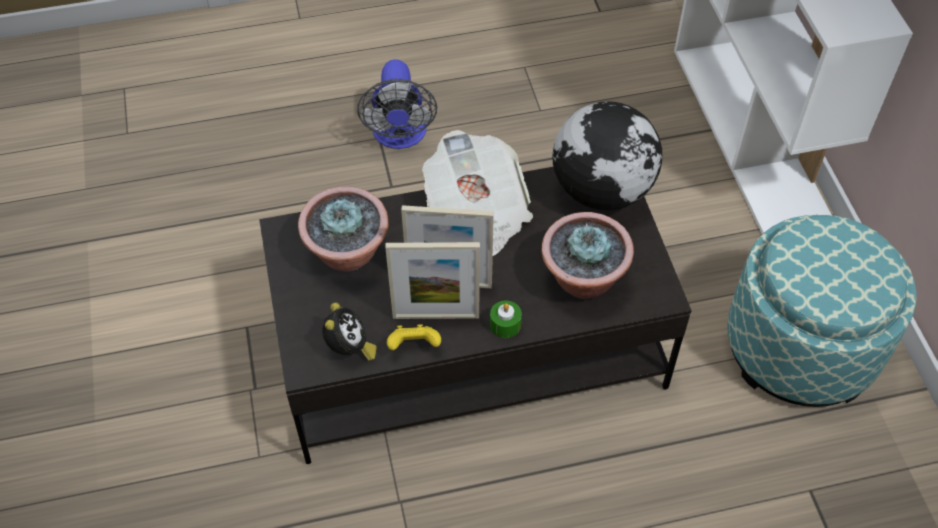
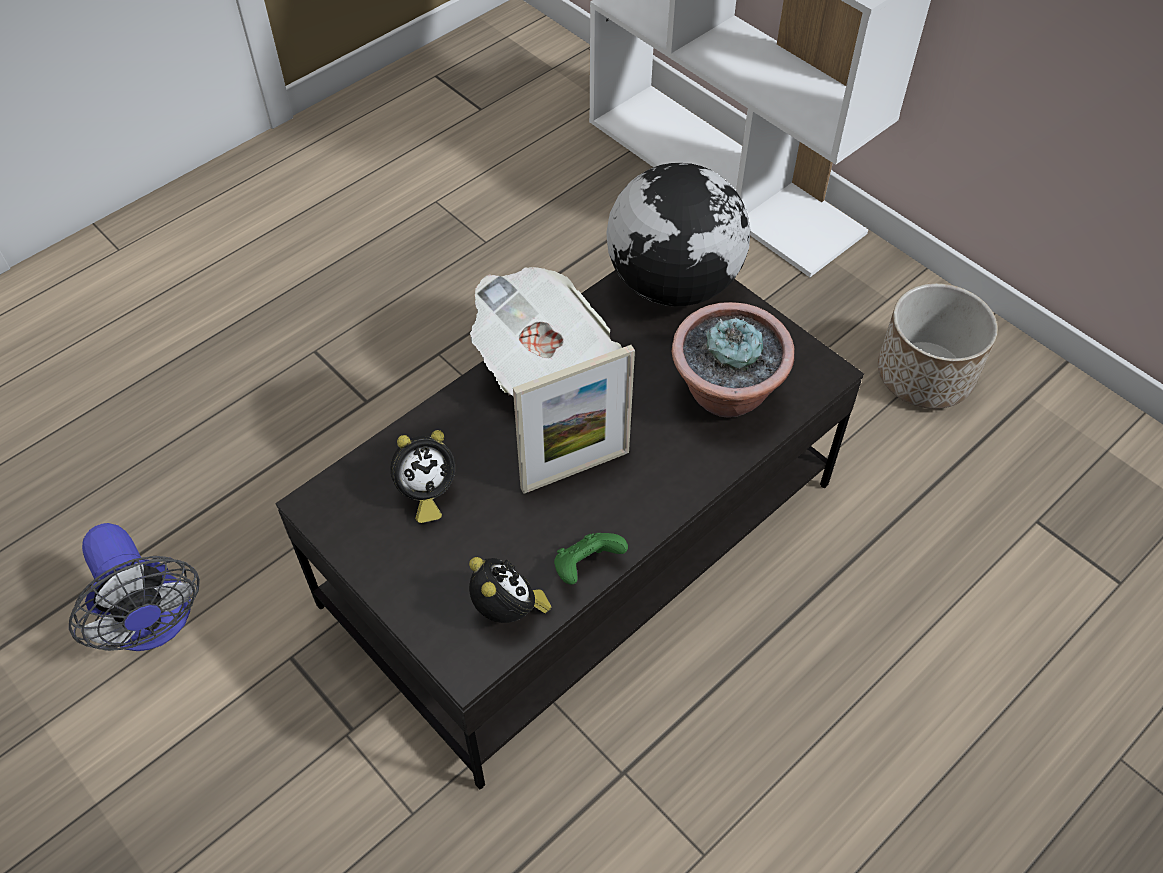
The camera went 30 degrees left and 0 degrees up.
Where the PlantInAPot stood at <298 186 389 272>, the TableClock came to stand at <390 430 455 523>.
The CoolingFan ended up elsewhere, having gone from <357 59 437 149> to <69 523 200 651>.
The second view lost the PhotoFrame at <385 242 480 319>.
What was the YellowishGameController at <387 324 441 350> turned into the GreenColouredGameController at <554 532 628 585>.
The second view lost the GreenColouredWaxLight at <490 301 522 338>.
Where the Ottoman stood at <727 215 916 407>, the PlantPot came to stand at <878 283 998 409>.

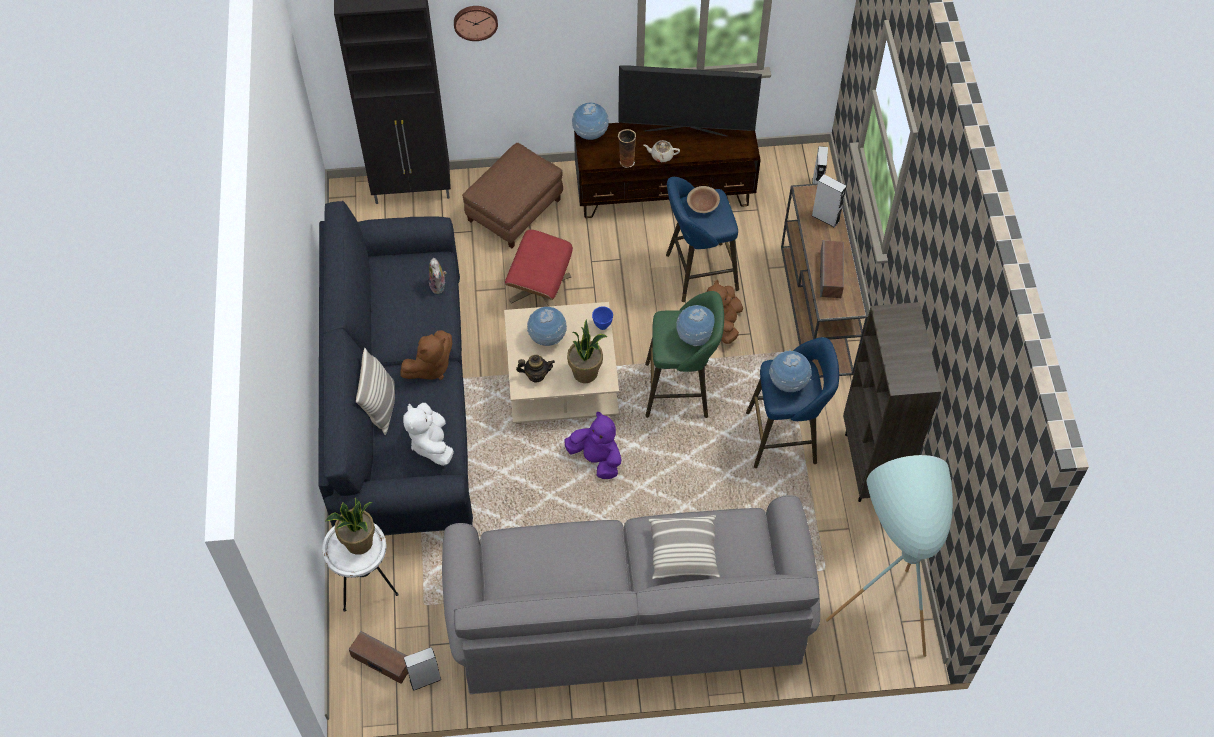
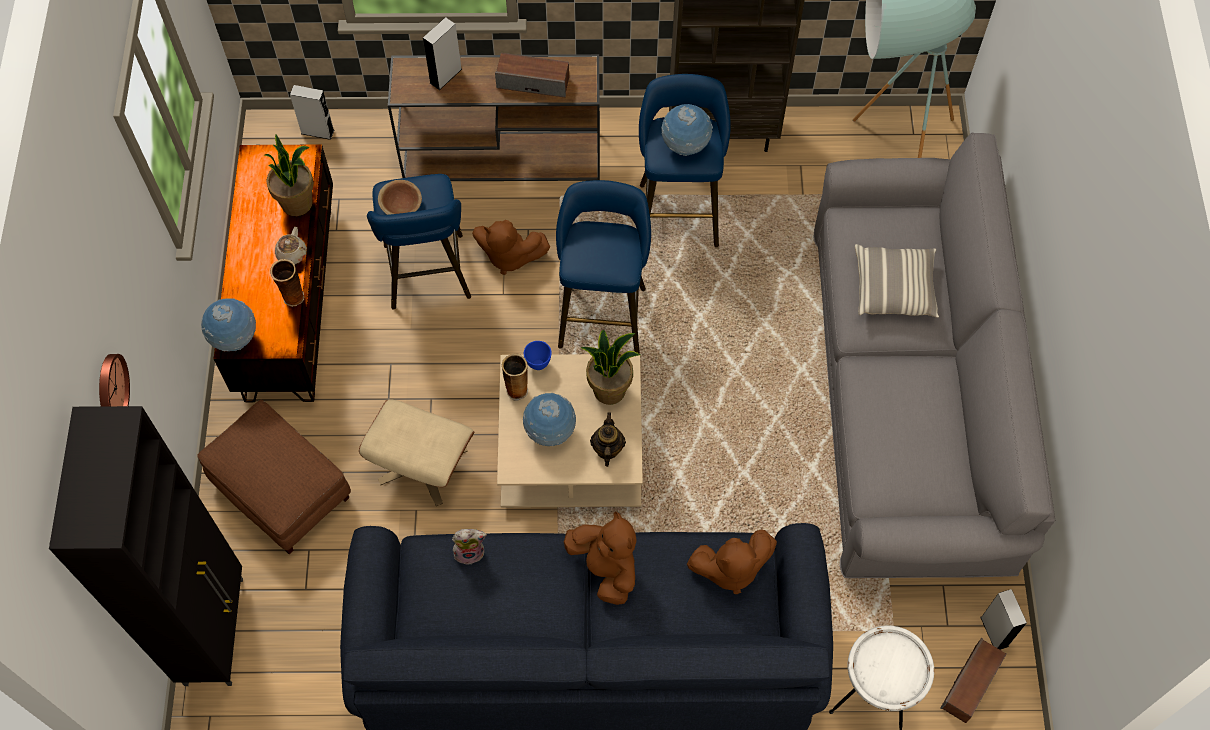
The camera went 85 degrees left and 5 degrees up.
The PlantInAPot ended up elsewhere, having gone from <325 497 375 555> to <264 134 314 216>.
The second view lost the Pillow at <356 348 395 435>.
What was the WhitePlushToy at <403 403 454 466> turned into the BrownPlushToy at <687 529 777 594>.
What was the ReddishOttoman at <505 229 573 306> turned into the SandColouredOttoman at <359 399 474 506>.
The second view lost the PurplishPlushToy at <564 411 622 479>.
The second view lost the Tv at <618 65 762 136>.
What was the GreenColouredStool at <645 291 724 418> turned into the BluishStool at <556 180 651 354>.
The second view lost the WorldGlobe at <676 305 714 346>.
The second view gained the FlowerVase at <502 354 528 401>.

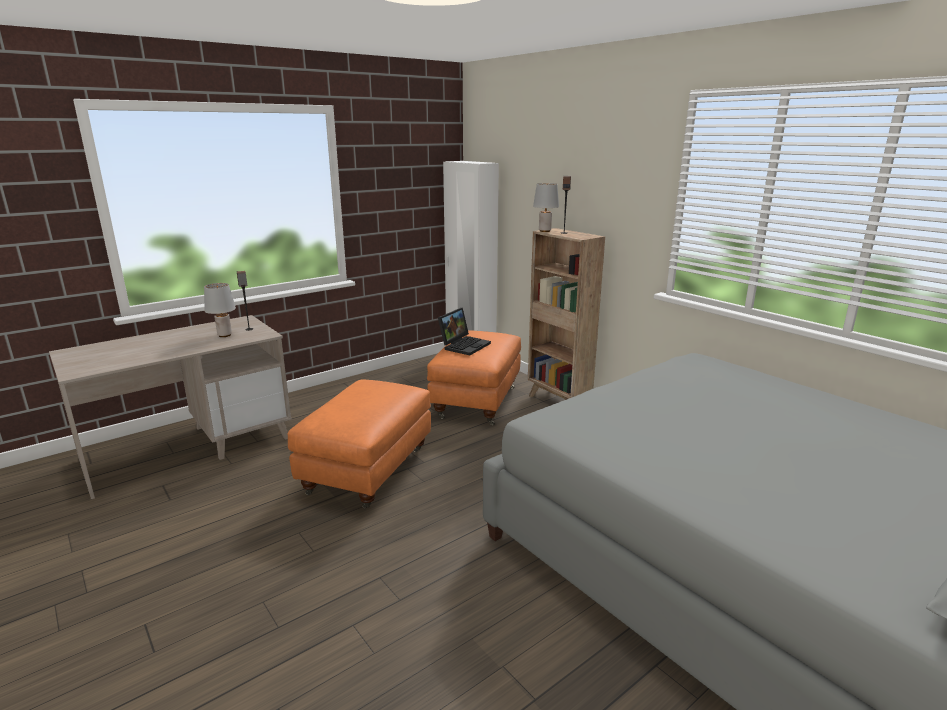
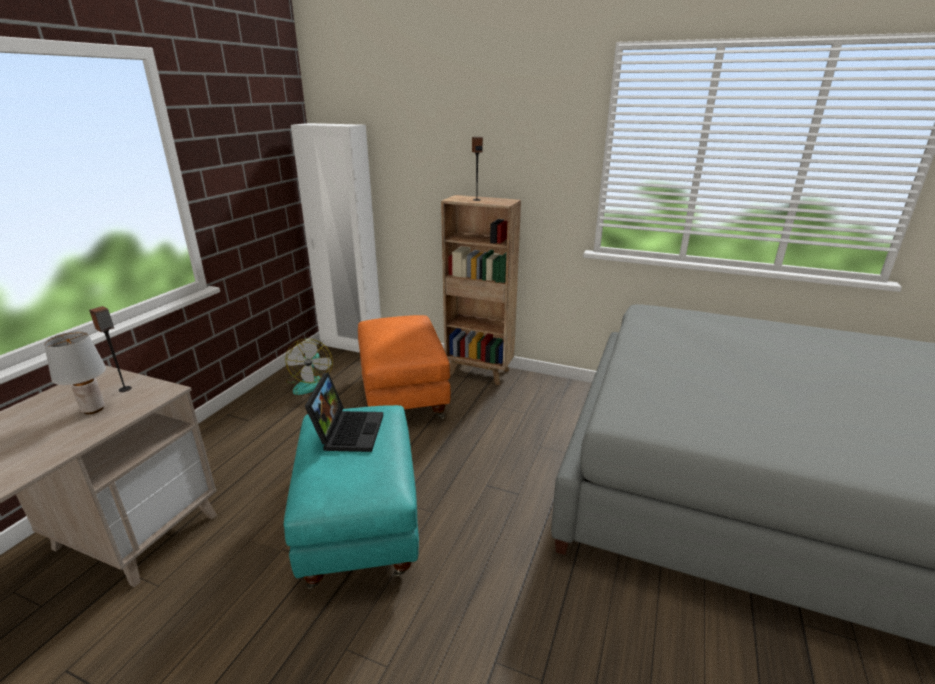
The camera went 30 degrees left and 5 degrees up.
What was the OrangeOttoman at <288 380 431 508> turned into the BlueGreenOttoman at <284 405 419 589>.
The Laptop ended up elsewhere, having gone from <438 308 491 355> to <305 373 383 452>.
The second view lost the GreyLampForATable at <533 183 559 232>.
The second view gained the CoolingFan at <285 339 333 395>.

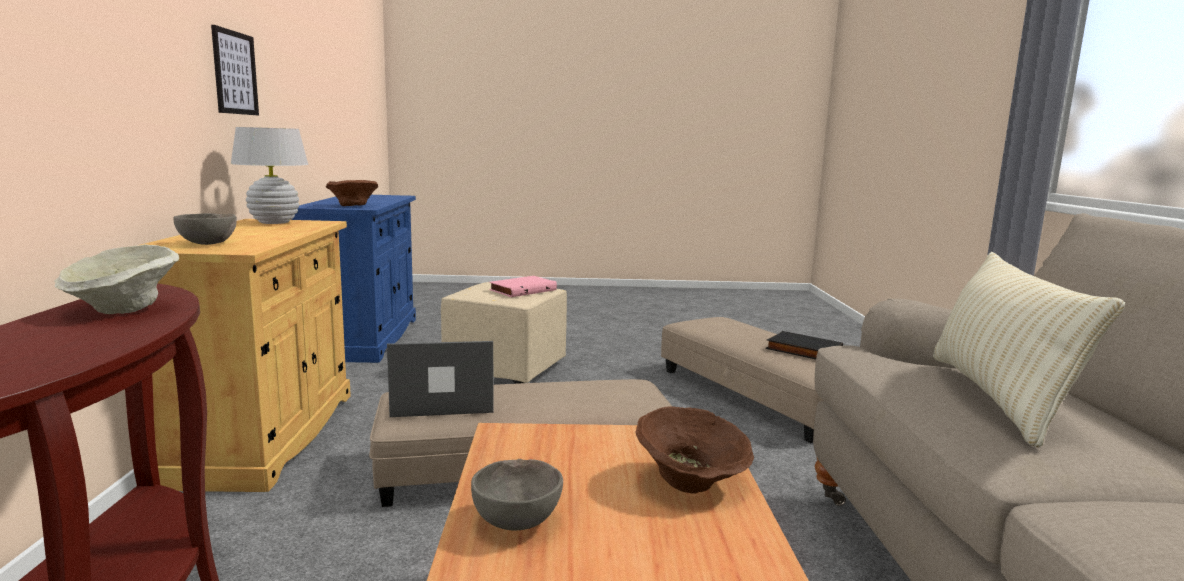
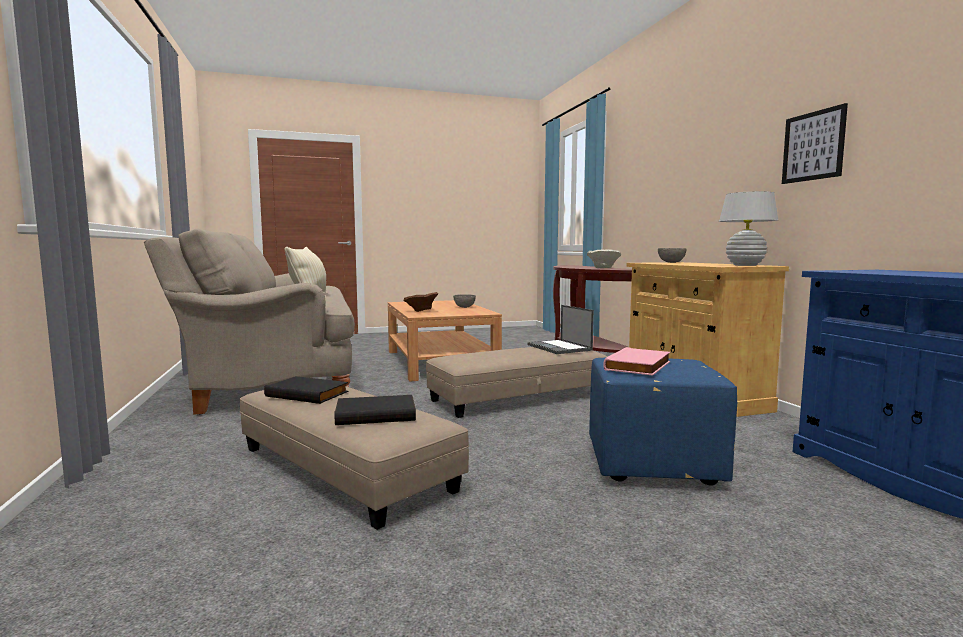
The camera went 165 degrees right and 5 degrees down.
The second view lost the BrownBowl at <326 180 378 206>.
The Laptop at <387 341 493 417> ended up facing another way, 90 degrees clockwise from before.
What was the SandColouredOttoman at <441 282 567 384> turned into the BluishOttoman at <589 358 737 486>.
The second view gained the BlackBook at <334 395 416 425>.

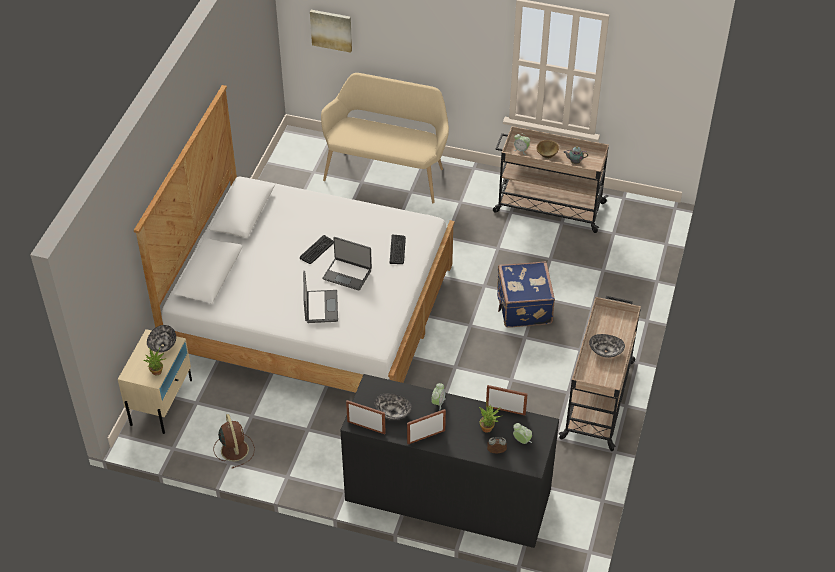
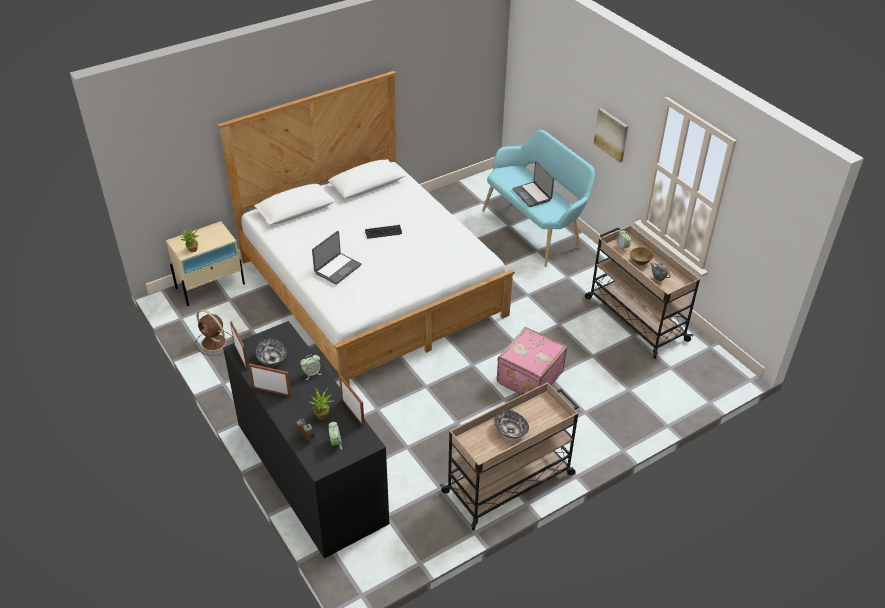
The camera went 40 degrees right and 5 degrees down.
The second view lost the Bowl at <147 325 176 352>.
The BrownCoolingFan at <213 414 255 468> ended up facing another way, 105 degrees clockwise from before.
The WallPicture ended up elsewhere, having gone from <310 10 352 53> to <594 108 628 163>.
What was the SandColouredIndoorBench at <321 73 449 203> turned into the BlueGreenIndoorBench at <482 130 595 267>.
The Laptop ended up elsewhere, having gone from <322 237 372 291> to <512 161 554 207>.
The second view lost the Keyboard at <390 235 406 264>.
What was the BluishPieceOfLuggage at <496 261 555 328> turned into the PinkPieceOfLuggage at <497 327 567 395>.

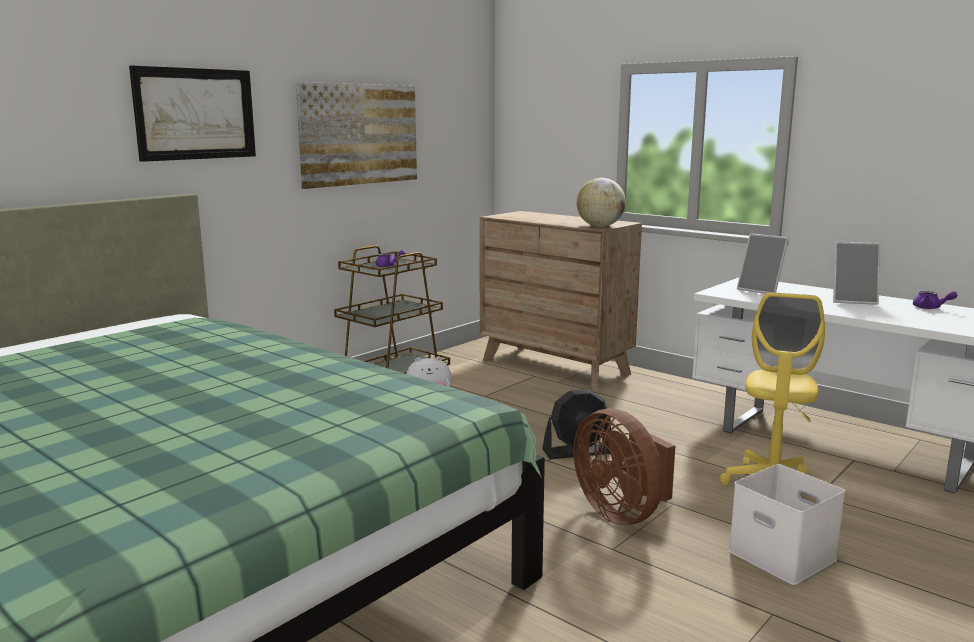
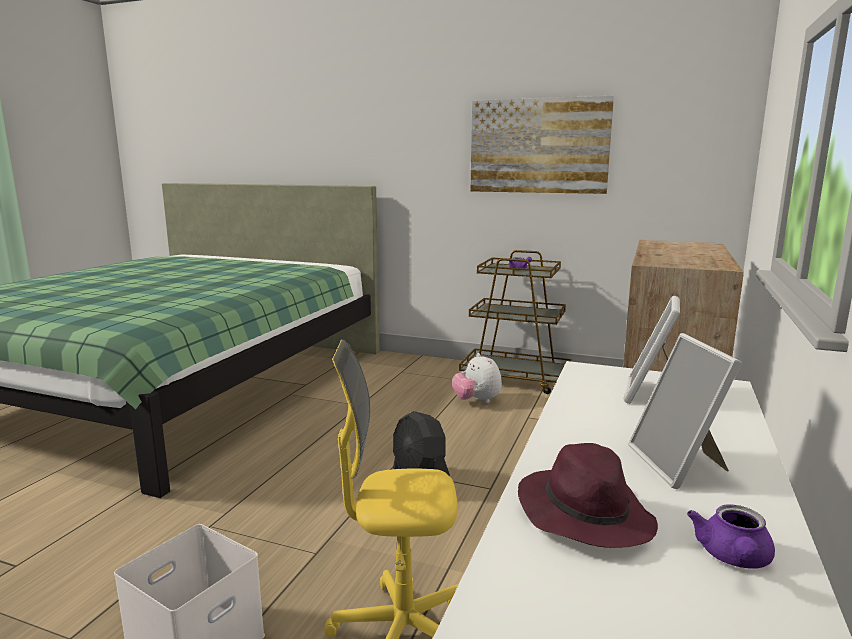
The camera went 70 degrees right and 0 degrees up.
The second view lost the WallPicture at <129 66 256 162>.
The second view lost the BrownCoolingFan at <573 408 675 525>.
The second view lost the WorldGlobe at <577 178 626 227>.
The second view gained the PurplishWearableHat at <518 443 658 548>.

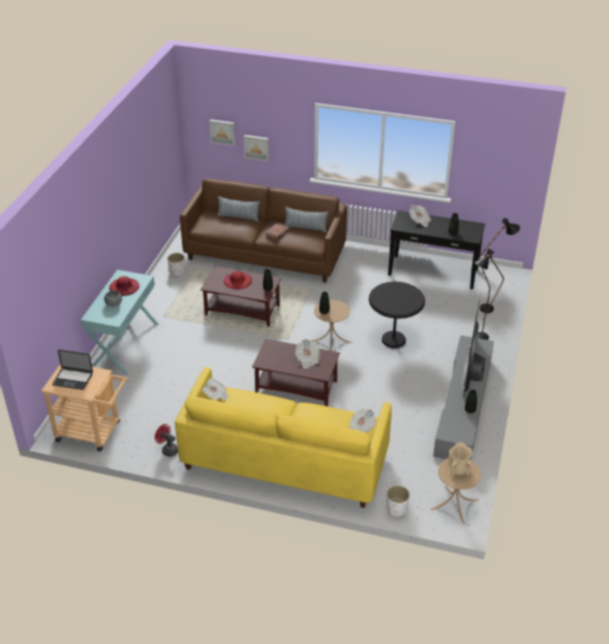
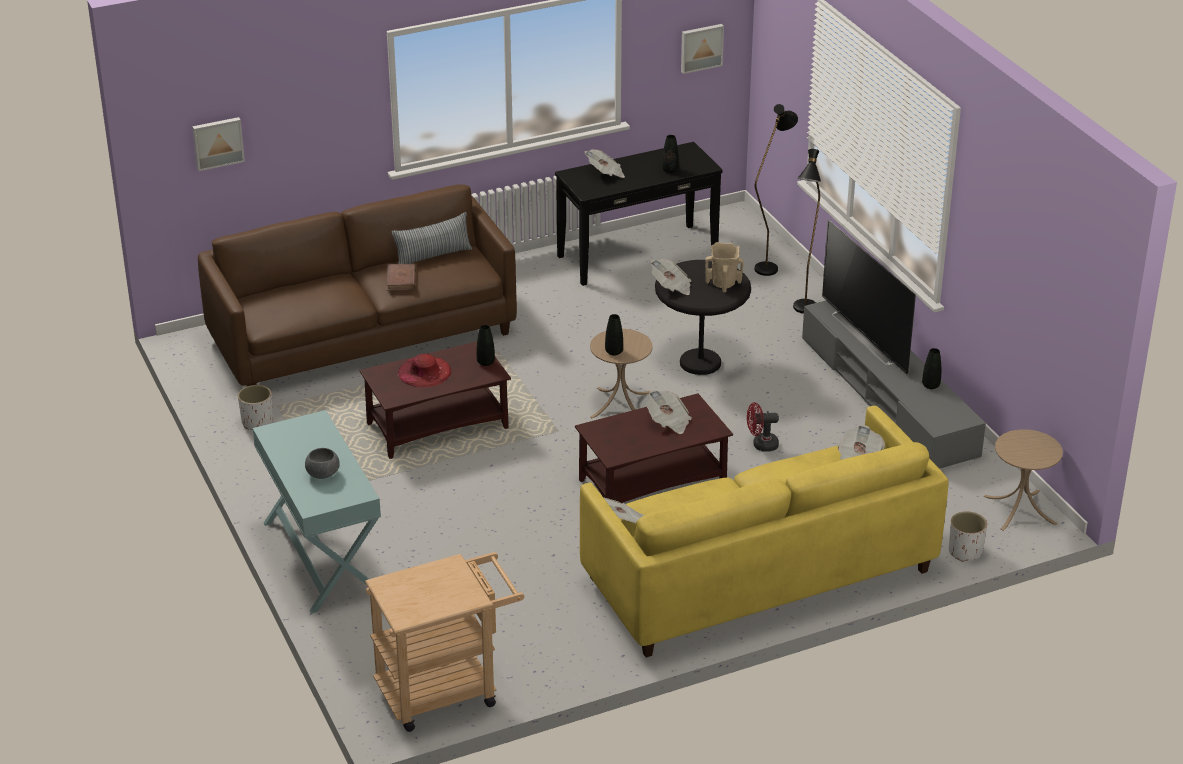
The camera went 40 degrees left and 5 degrees down.
The second view lost the Laptop at <52 350 93 390>.
The second view lost the ReddishWearableHat at <109 276 140 296>.
The ReddishCoolingFan ended up elsewhere, having gone from <155 424 178 457> to <747 402 779 452>.
The second view lost the Pillow at <217 196 260 222>.
The WallPicture ended up elsewhere, having gone from <244 135 269 161> to <681 24 724 74>.
The SandColouredFlowerVase ended up elsewhere, having gone from <448 442 473 477> to <705 242 744 292>.
The second view gained the Newspaper at <651 259 691 295>.

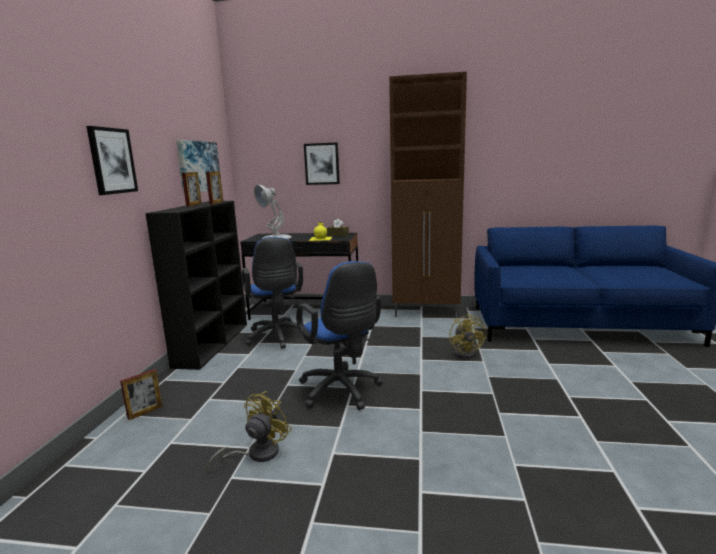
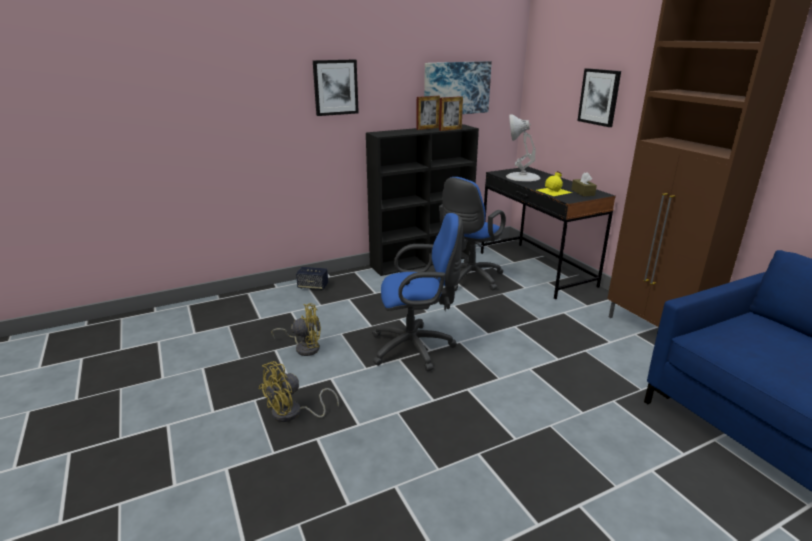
The camera went 55 degrees right and 10 degrees up.
Where the PhotoFrame stood at <120 369 163 420>, the Loudspeaker came to stand at <296 267 328 290>.
The BluishOfficeChair at <296 261 383 410> ended up facing another way, 120 degrees counterclockwise from before.
The YellowishCoolingFan ended up elsewhere, having gone from <449 314 486 359> to <259 361 339 422>.

